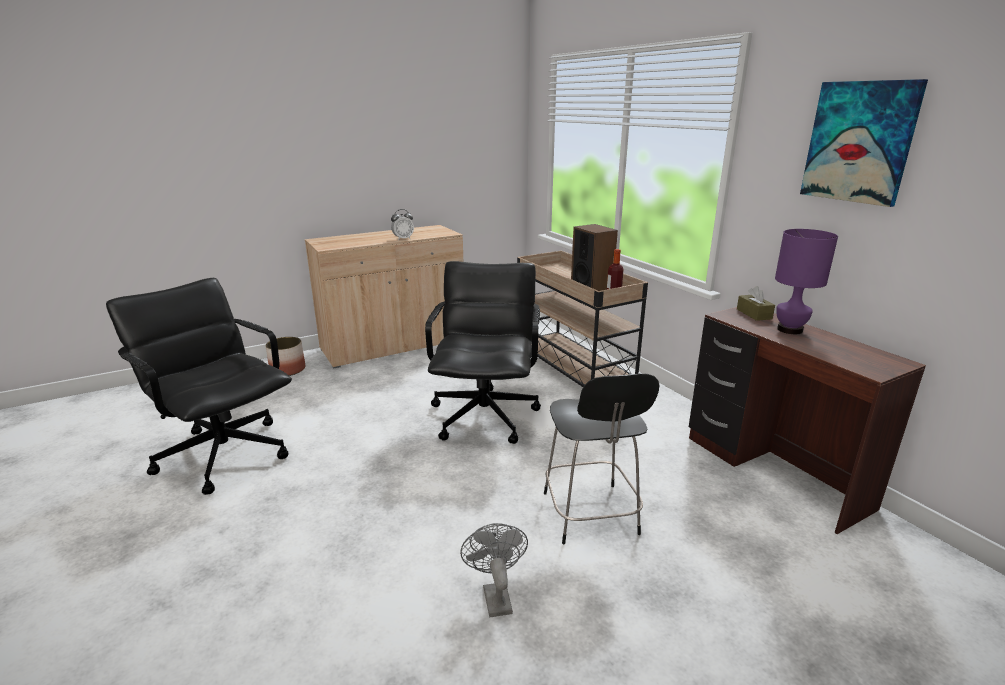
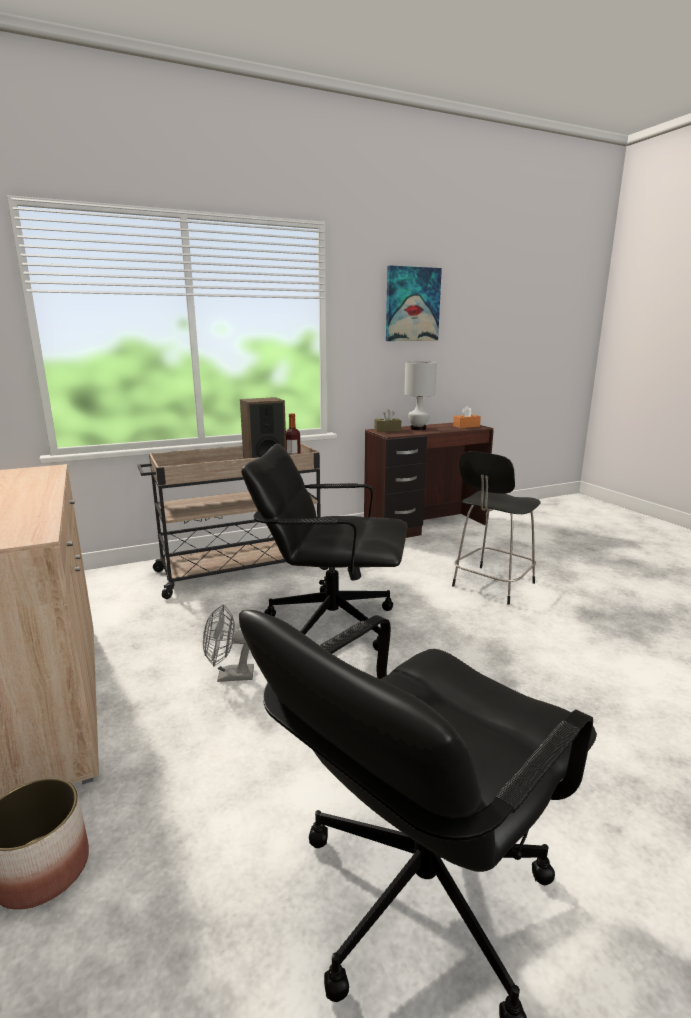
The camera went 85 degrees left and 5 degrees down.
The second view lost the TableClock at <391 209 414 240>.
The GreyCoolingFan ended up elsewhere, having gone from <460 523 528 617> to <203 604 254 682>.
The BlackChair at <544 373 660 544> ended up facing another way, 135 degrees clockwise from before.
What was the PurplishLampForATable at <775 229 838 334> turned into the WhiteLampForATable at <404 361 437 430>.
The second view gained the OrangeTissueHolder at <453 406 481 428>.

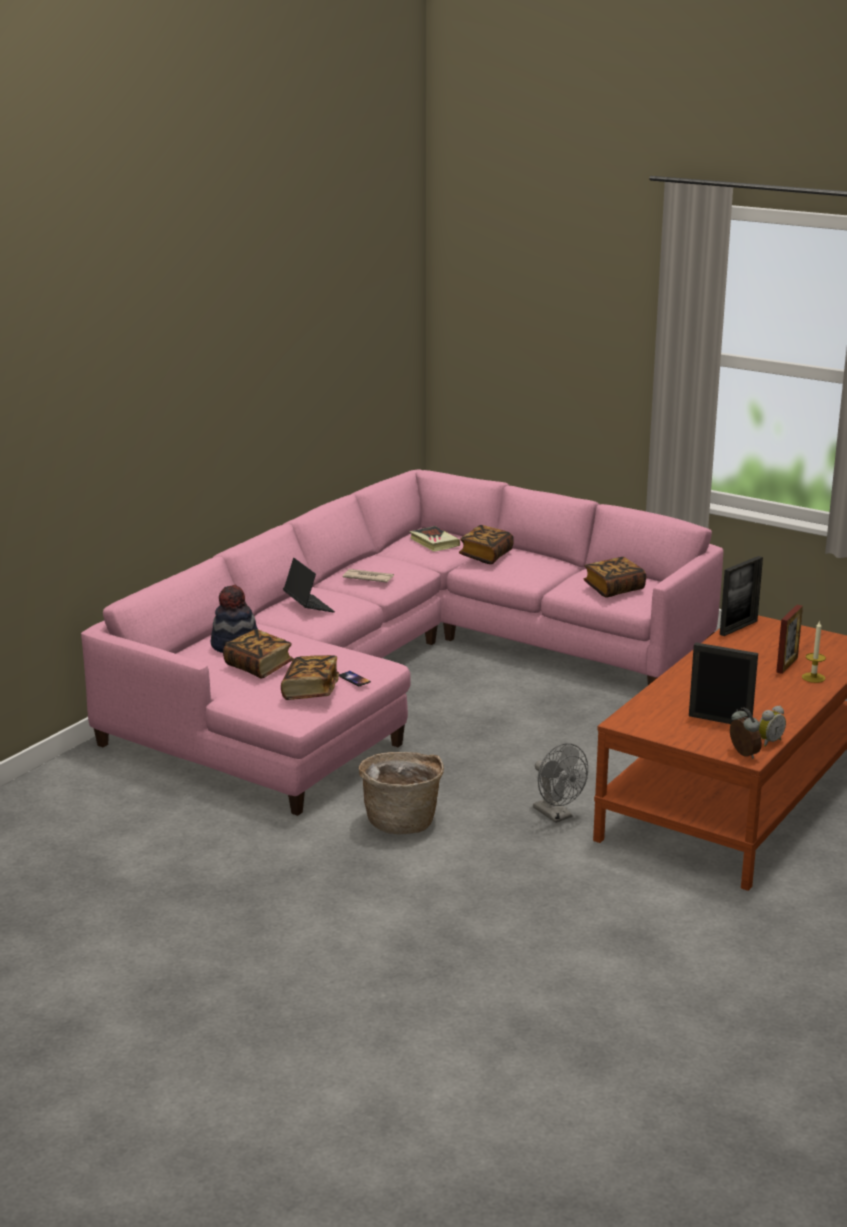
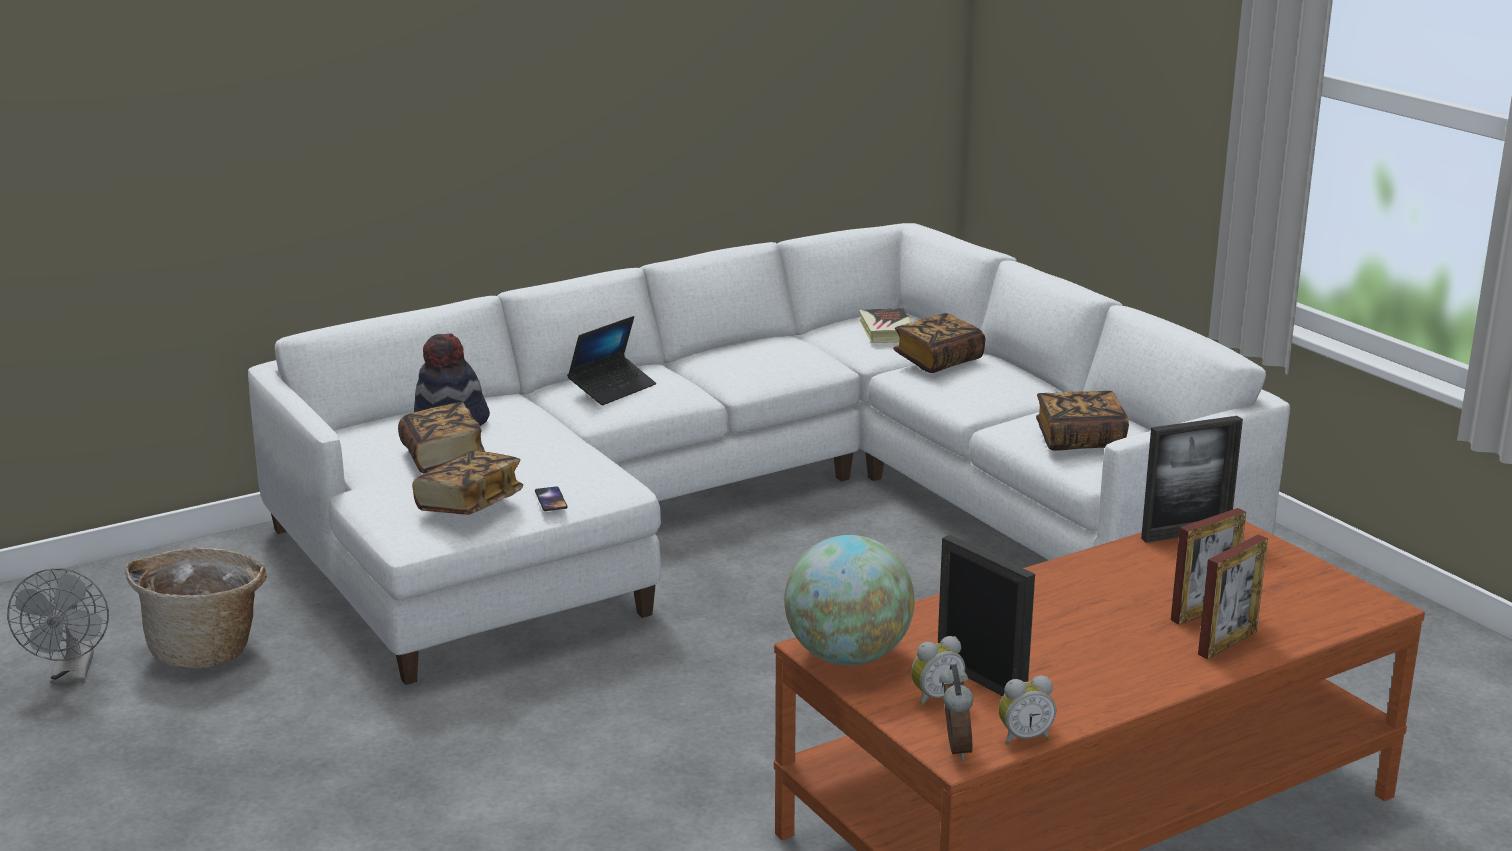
The camera went 25 degrees right and 0 degrees up.
What was the PinkSettee at <81 469 724 816> turned into the WhiteSettee at <248 223 1290 685>.
The Laptop at <283 558 335 612> ended up facing another way, 45 degrees clockwise from before.
The second view lost the Newspaper at <343 569 394 583>.
The StorageBasket ended up elsewhere, having gone from <359 752 444 834> to <125 547 267 669>.
The GreyCoolingFan ended up elsewhere, having gone from <533 743 588 823> to <7 568 109 684>.
Where the WaxLight stood at <802 620 826 683>, the PhotoFrame came to stand at <1198 535 1268 659>.
The second view gained the WorldGlobe at <784 535 915 666>.
The second view gained the TableClock at <911 636 965 706>.

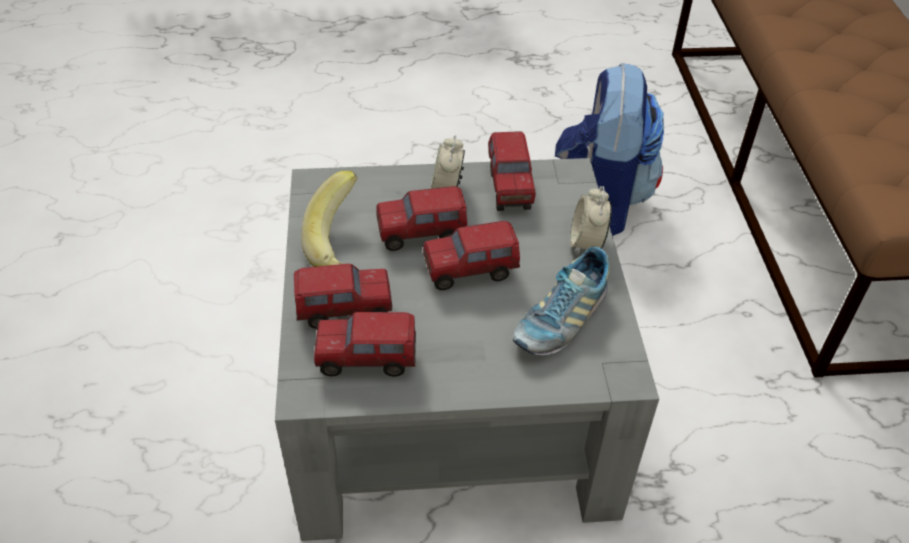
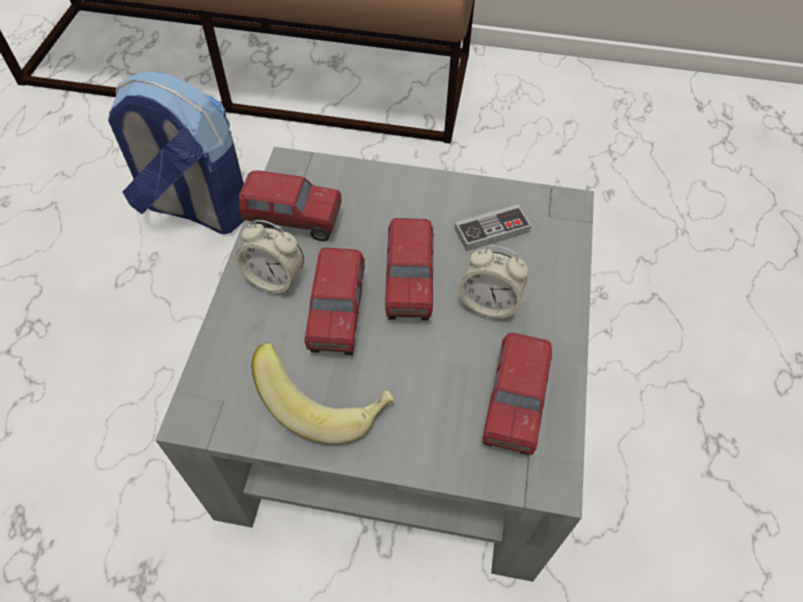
The camera went 75 degrees left and 10 degrees up.
The second view lost the ModelTruck at <294 264 392 329>.
Where the ItemOfFootwear stood at <513 246 610 356>, the GameController came to stand at <454 204 532 251>.
The TableClock ended up elsewhere, having gone from <570 186 612 255> to <459 245 529 319>.

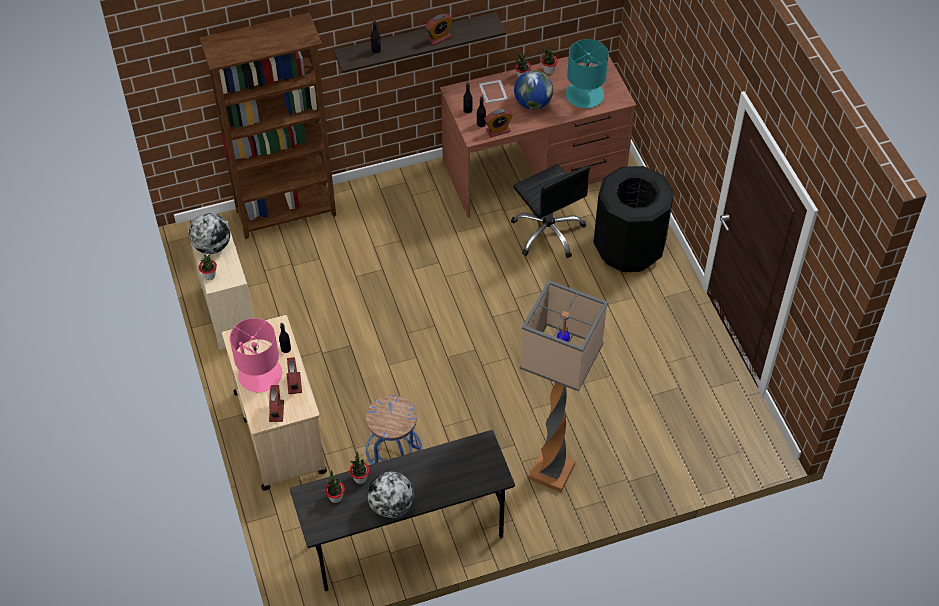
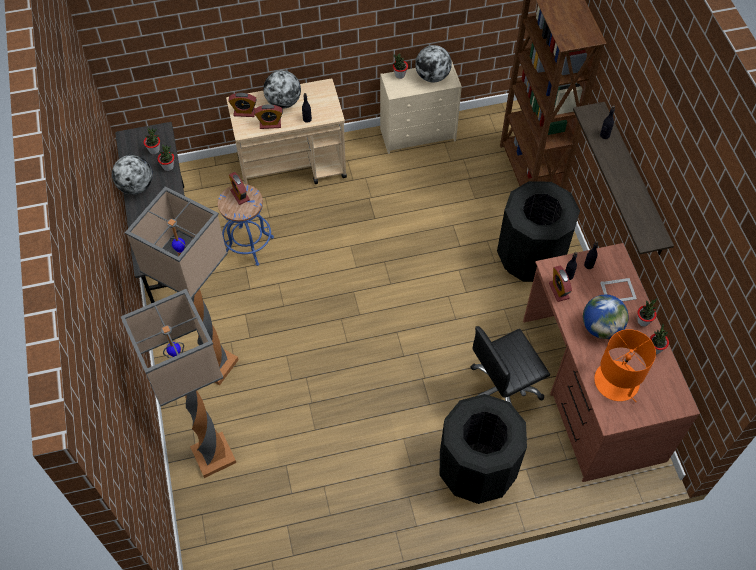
The camera went 95 degrees right and 5 degrees up.
Where the PinkLampForATable stood at <230 318 282 393>, the WorldGlobe came to stand at <263 70 301 109>.
The TableClock ended up elsewhere, having gone from <425 14 453 45> to <229 172 250 205>.
What was the BlueGreenLampForATable at <566 39 609 109> turned into the OrangeLampForATable at <594 329 656 402>.
The second view gained the FloorLamp at <121 289 236 478>.
The second view gained the BlackTrashCan at <497 181 580 282>.

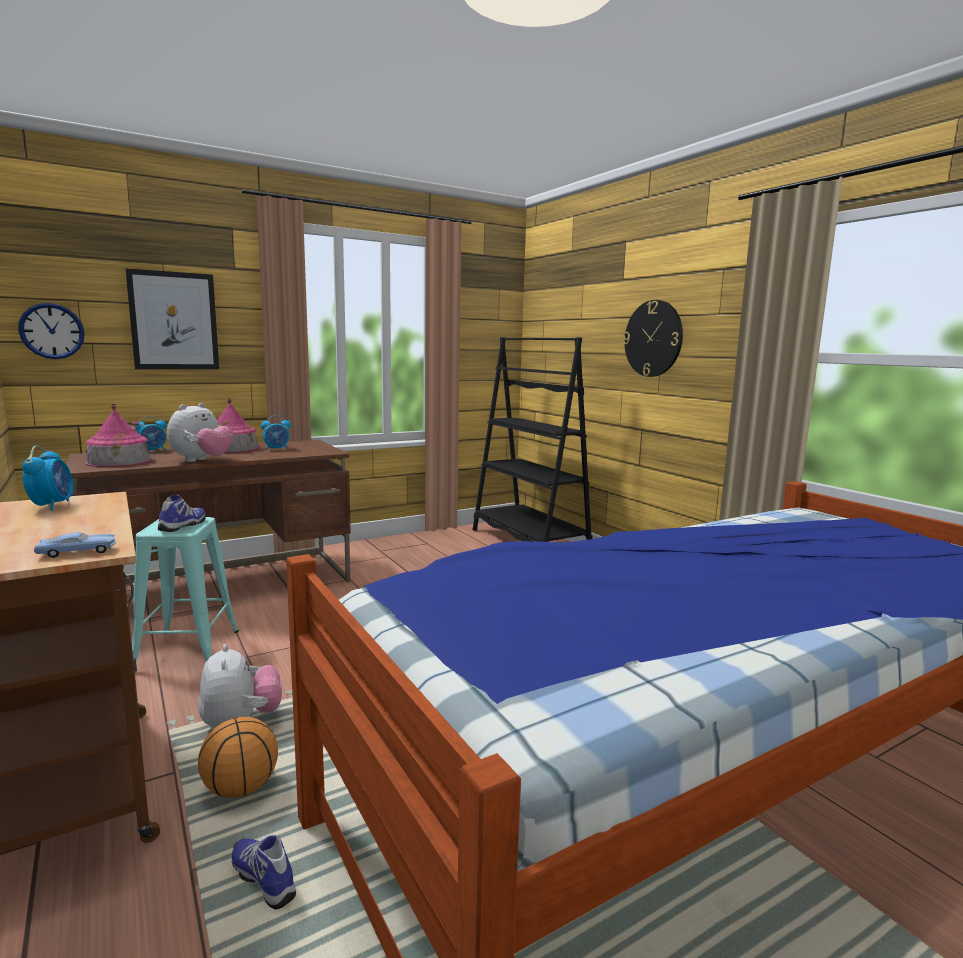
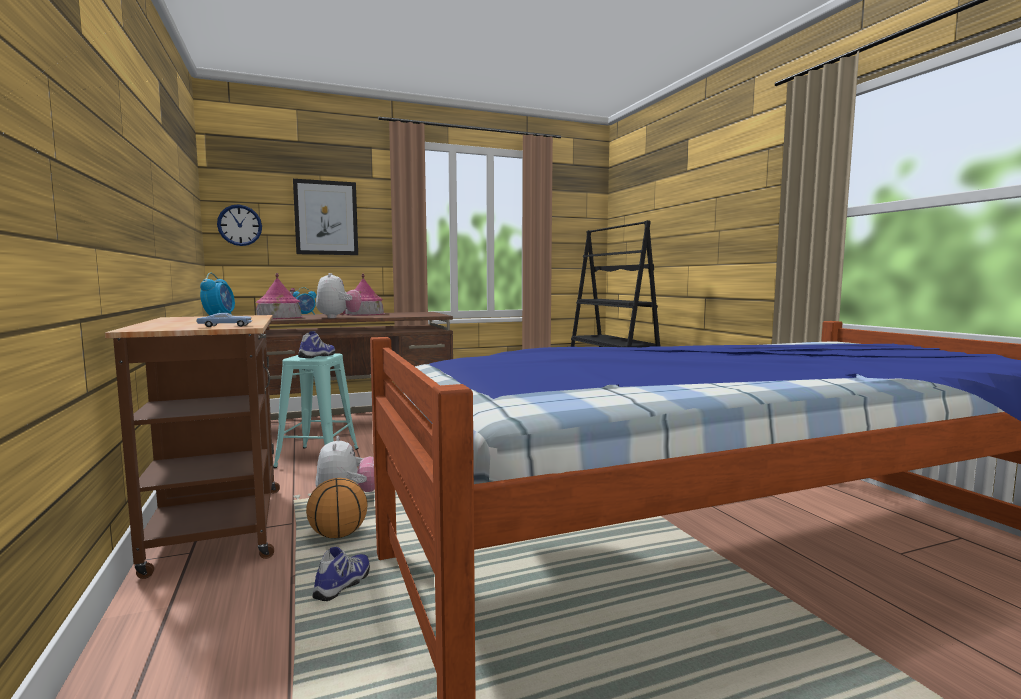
The camera went 10 degrees right and 5 degrees down.
The PlushToy at <167 403 233 462> ended up facing another way, 45 degrees counterclockwise from before.
The ItemOfFootwear at <232 835 296 910> ended up facing another way, 60 degrees clockwise from before.
The second view lost the TableClock at <261 415 291 451>.
The second view lost the HangingClock at <623 300 683 377>.

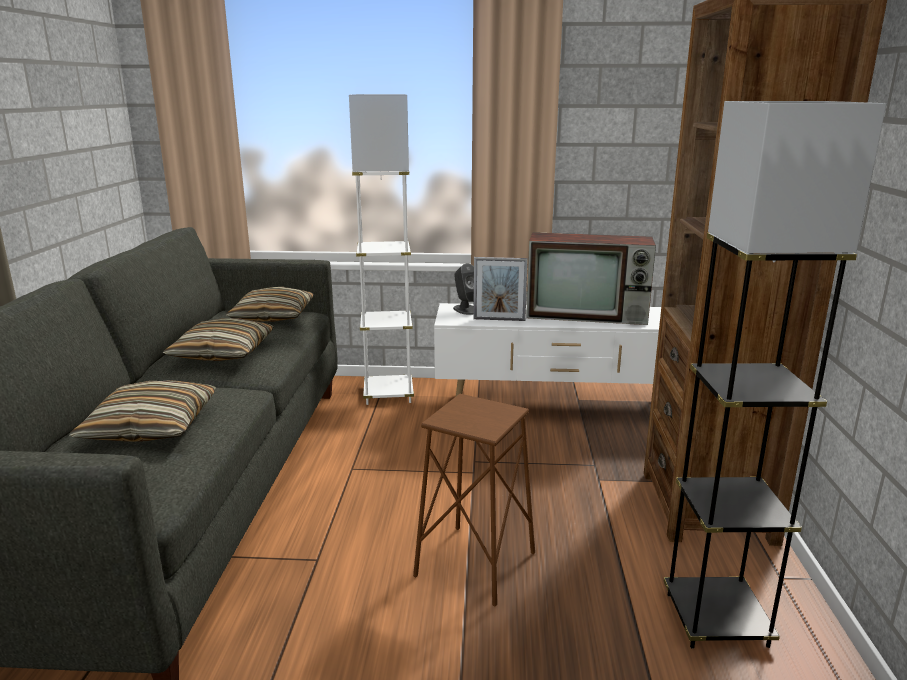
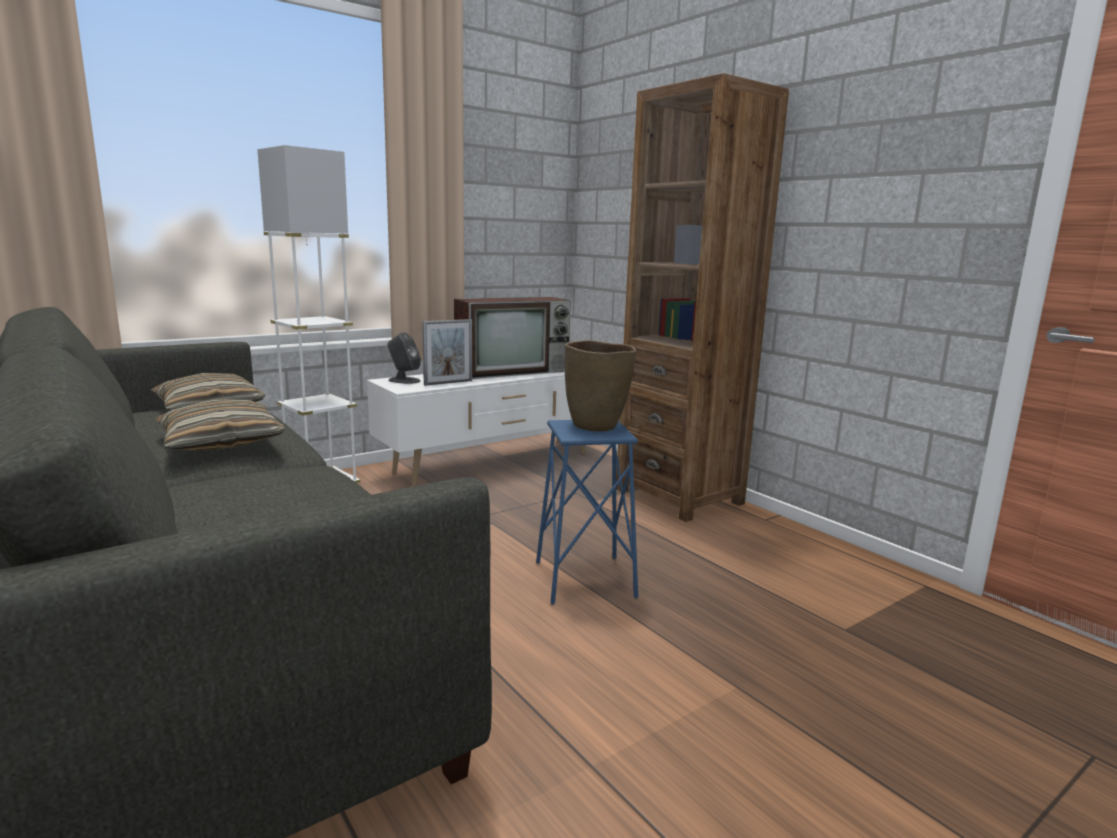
The camera went 40 degrees left and 5 degrees down.
The second view lost the Pillow at <69 380 216 442>.
What was the BrownStool at <413 394 535 607> turned into the BluishStool at <536 420 638 605>.
The second view lost the GreyFloorLamp at <664 101 887 649>.
The second view gained the BrownFlowerVase at <565 340 636 431>.

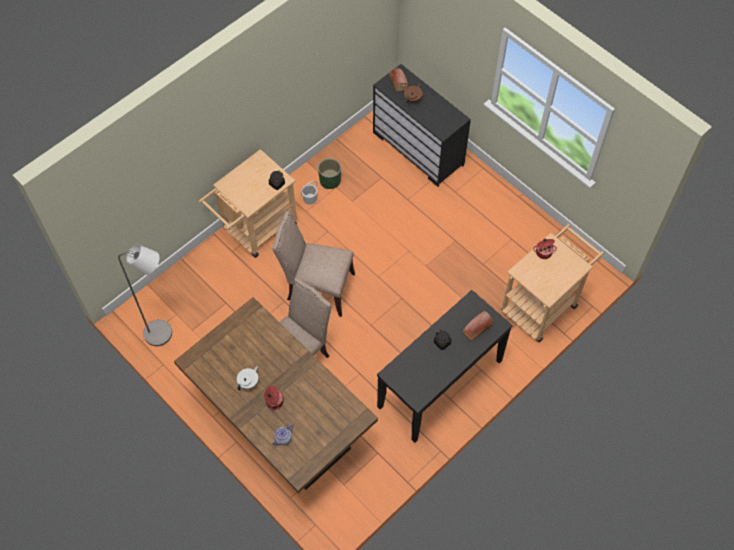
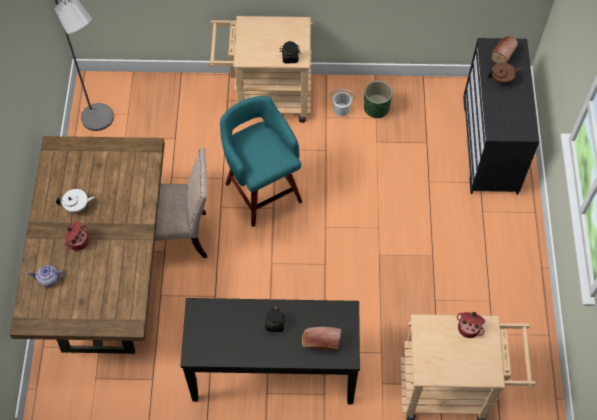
The camera went 45 degrees right and 0 degrees up.
Where the SandColouredChair stood at <272 211 355 317>, the BlueGreenStool came to stand at <220 96 302 227>.

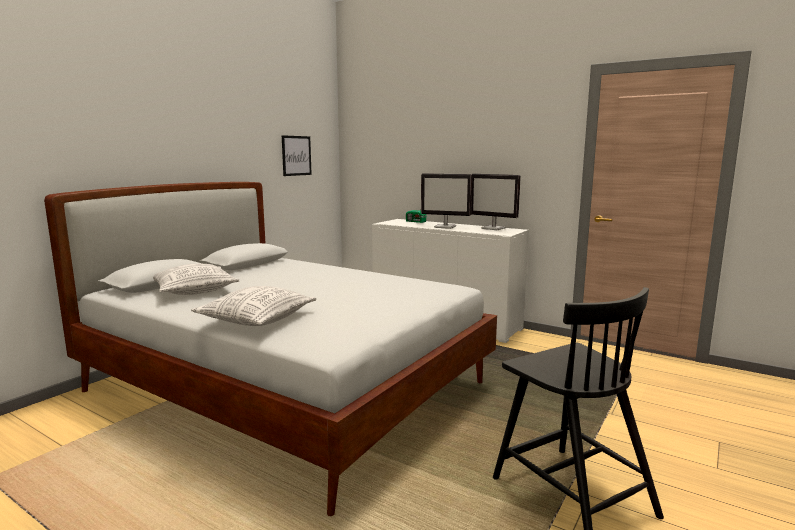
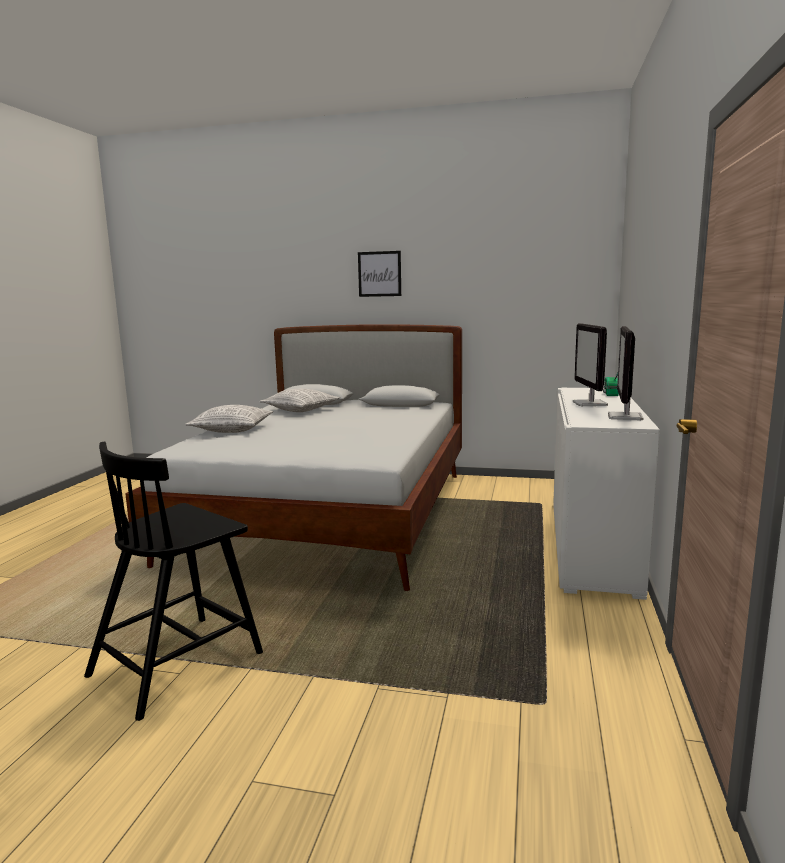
The camera went 70 degrees right and 0 degrees up.
The WallPicture ended up elsewhere, having gone from <282 135 312 176> to <358 251 401 297>.

